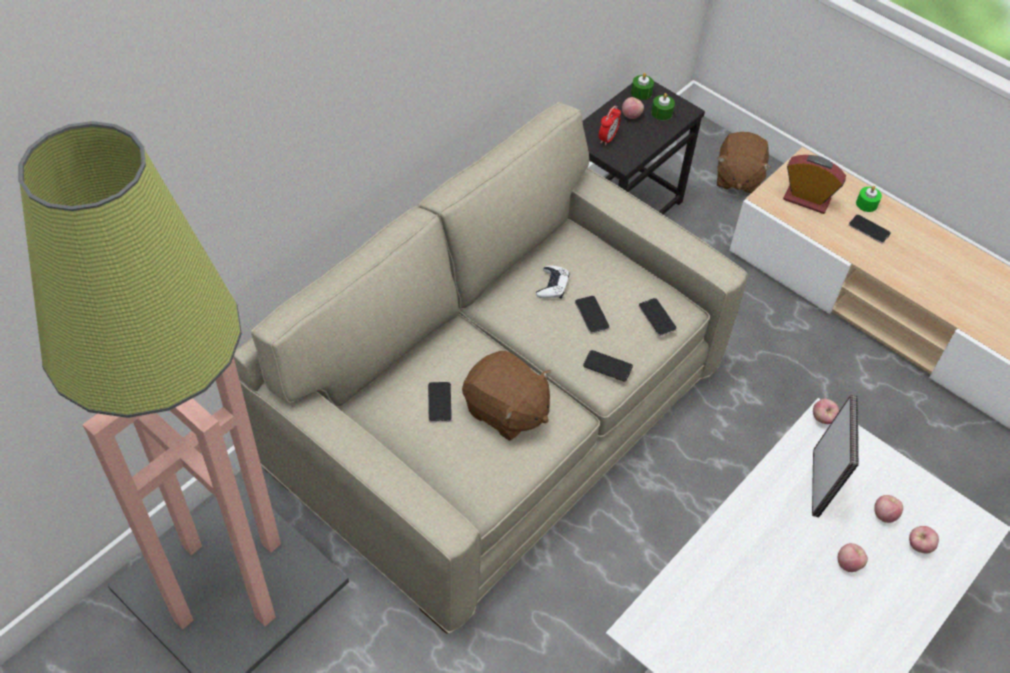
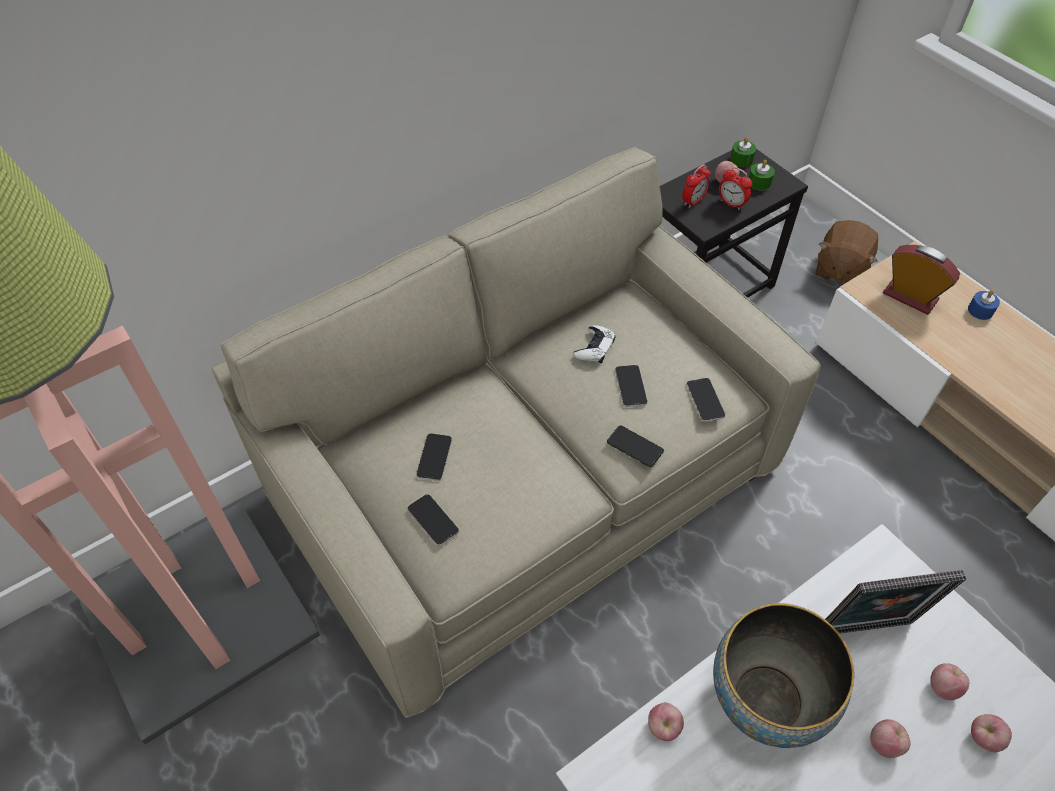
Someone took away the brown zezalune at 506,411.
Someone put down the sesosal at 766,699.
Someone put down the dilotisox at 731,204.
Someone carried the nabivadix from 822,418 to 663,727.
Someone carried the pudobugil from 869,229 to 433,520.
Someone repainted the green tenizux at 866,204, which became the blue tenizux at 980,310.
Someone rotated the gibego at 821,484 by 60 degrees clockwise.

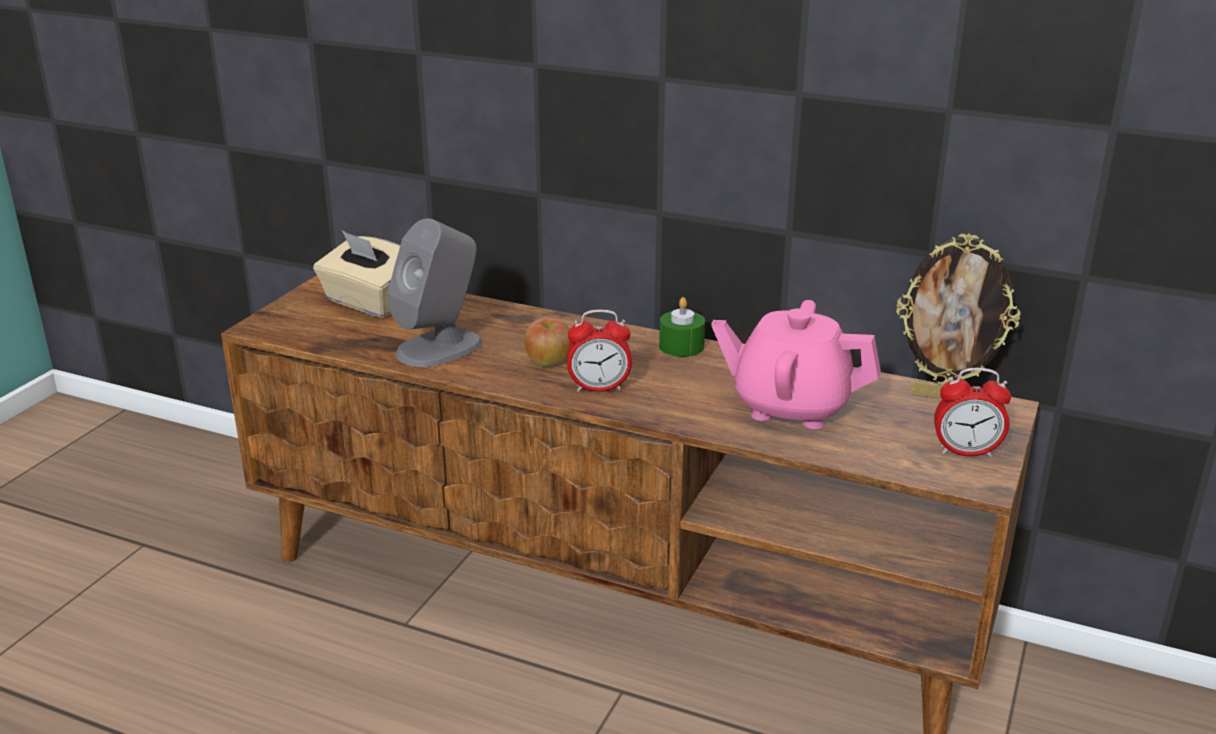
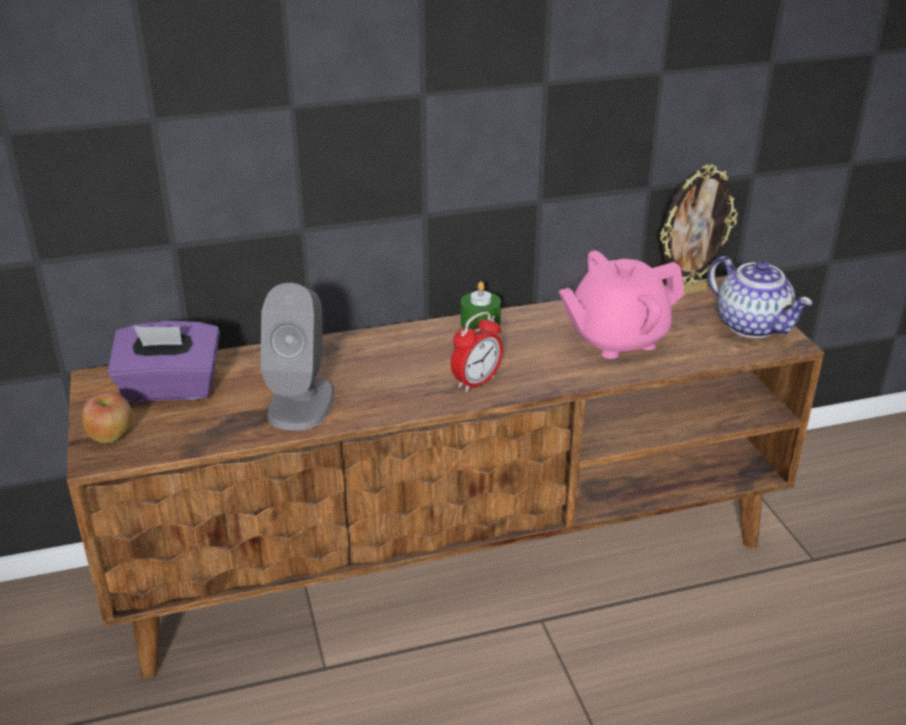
Someone carried the nabivadix from 549,363 to 111,437.
Someone swapped the dilotisox at 966,452 for the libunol at 753,326.
Someone repainted the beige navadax at 370,303, which became the purple navadax at 170,389.

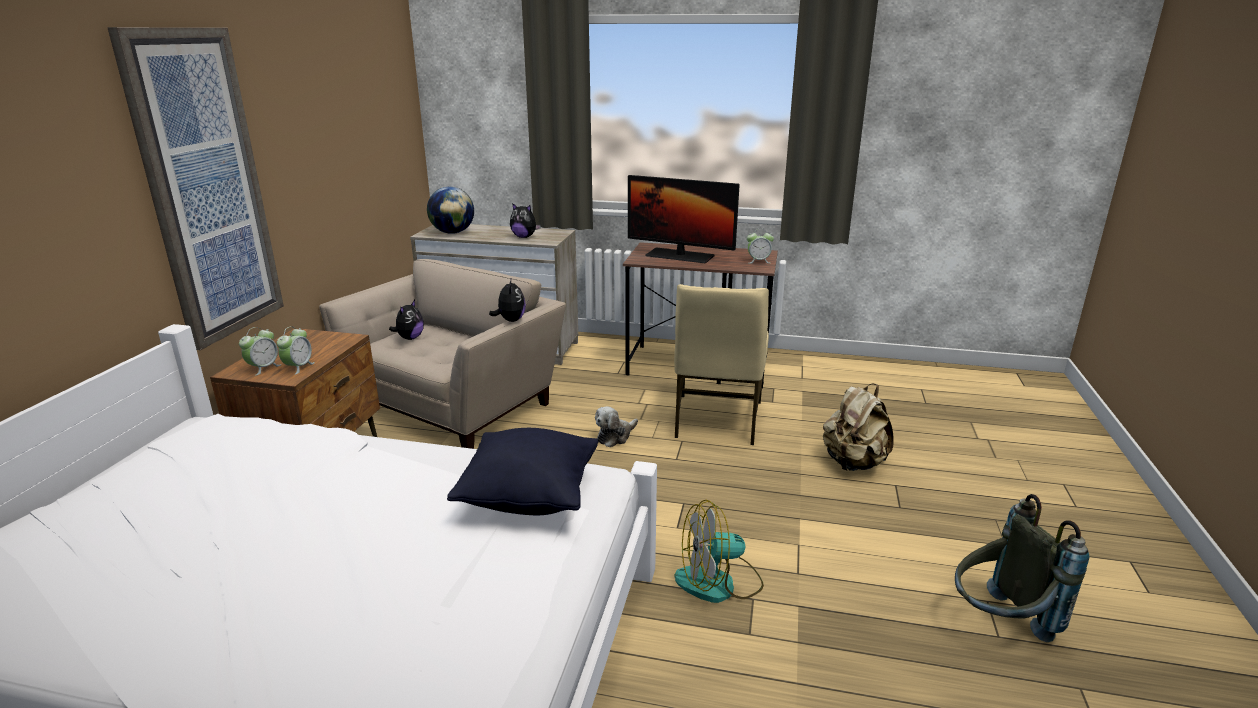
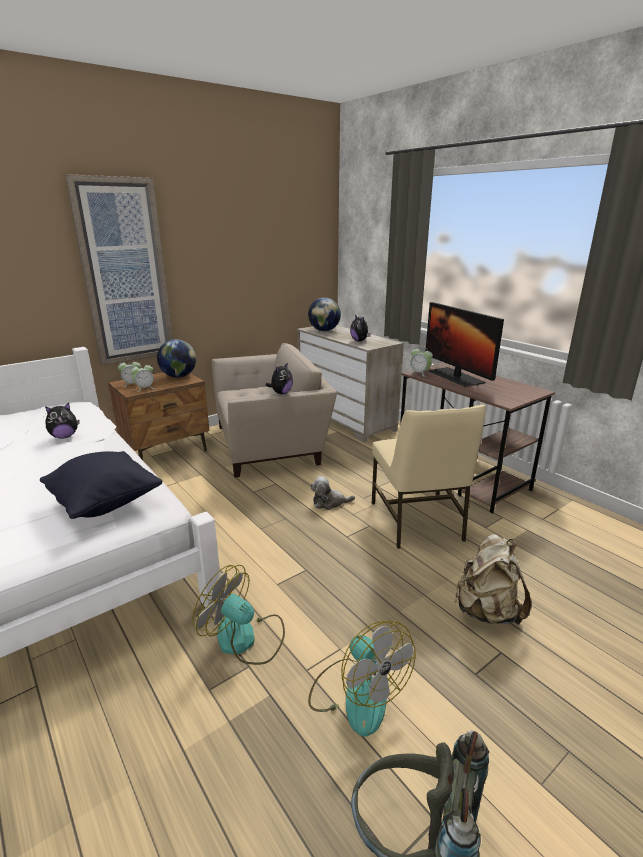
Someone put down the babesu at 179,376.
Someone put down the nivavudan at 357,694.
Someone carried the zezalune from 410,338 to 64,436.
Someone carried the dilotisox from 758,261 to 419,373.
Someone rotated the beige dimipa at 716,420 by 60 degrees counterclockwise.

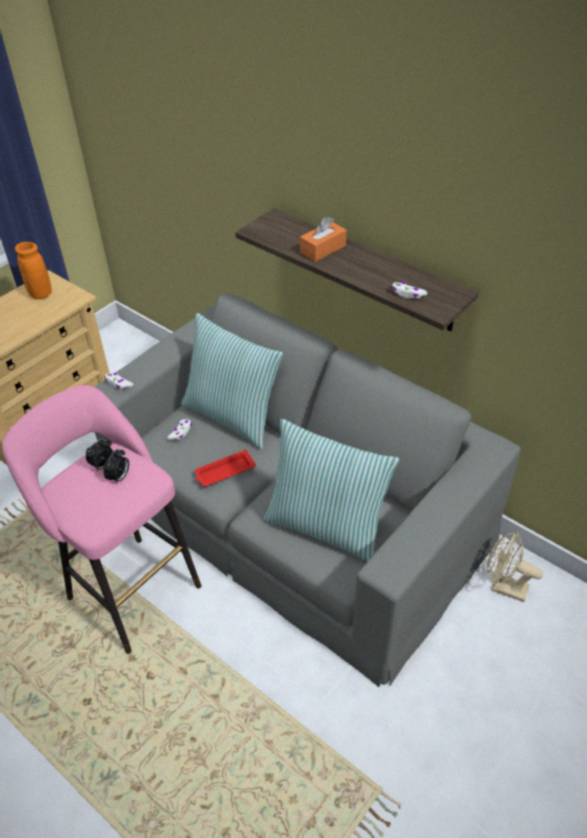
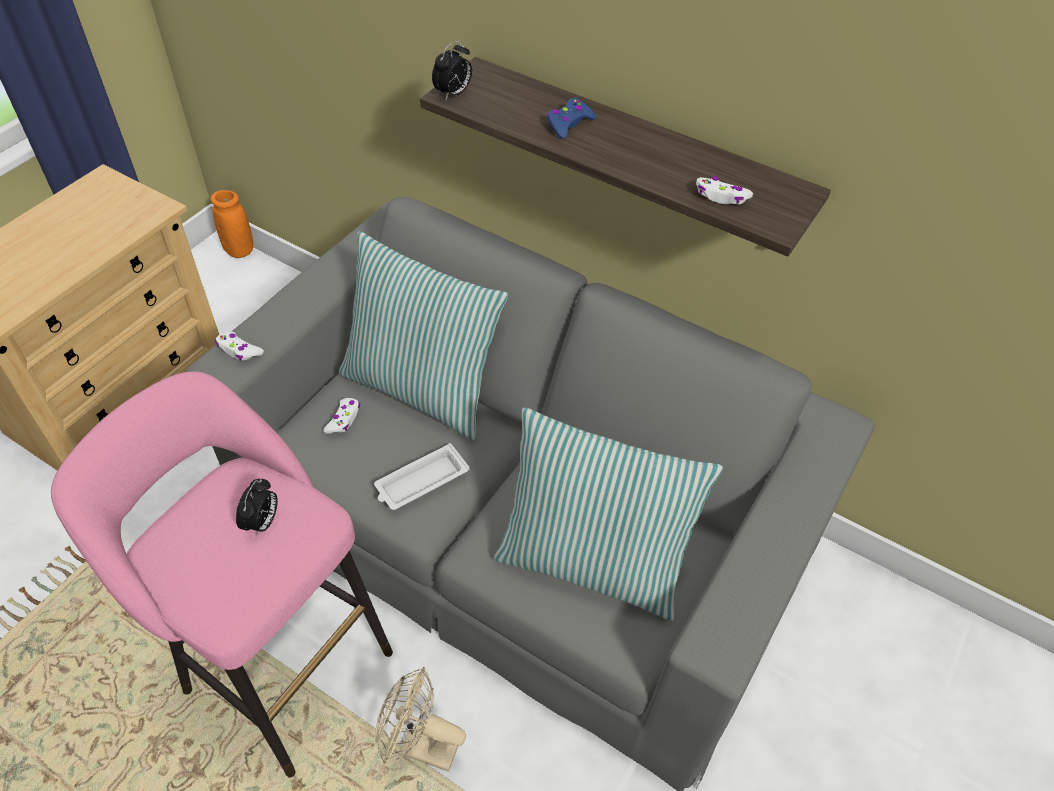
Someone carried the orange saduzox from 40,294 to 239,250.
Someone carried the dilotisox from 103,465 to 453,94.
Someone carried the beige nivavudan from 503,587 to 420,745.
Someone swapped the orange navadax at 323,249 for the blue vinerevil at 568,124.
Someone repainted the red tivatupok at 224,472, which became the white tivatupok at 420,482.

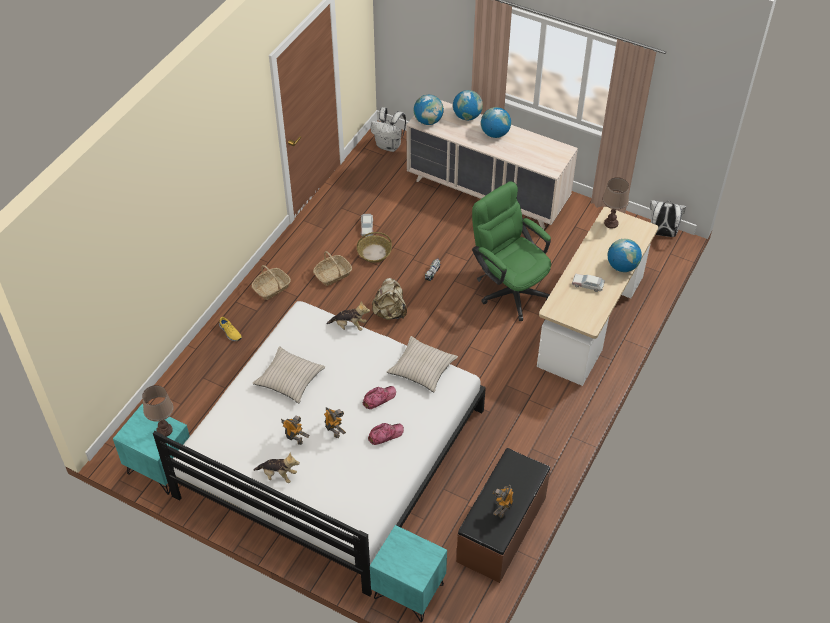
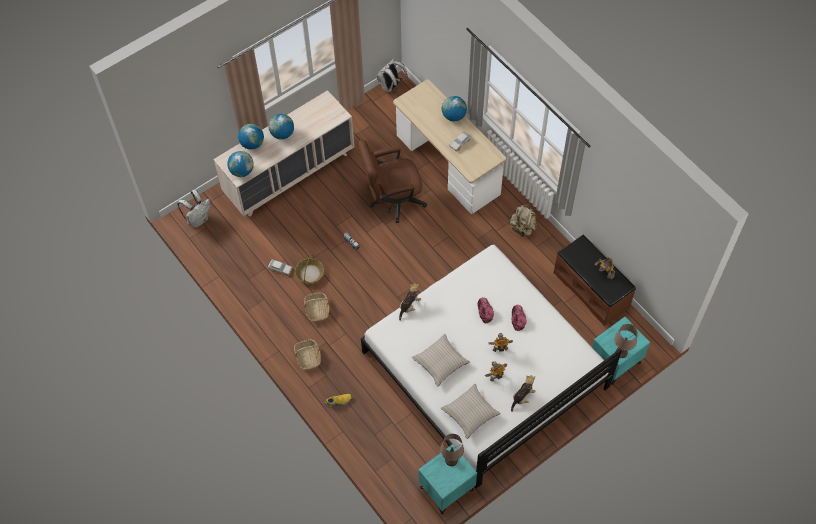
Someone carried the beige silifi from 390,312 to 522,228.
Someone carried the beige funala from 422,368 to 470,413.
Someone carried the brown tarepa from 611,223 to 621,352.
Someone repainted the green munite at 509,288, which became the brown munite at 392,200.

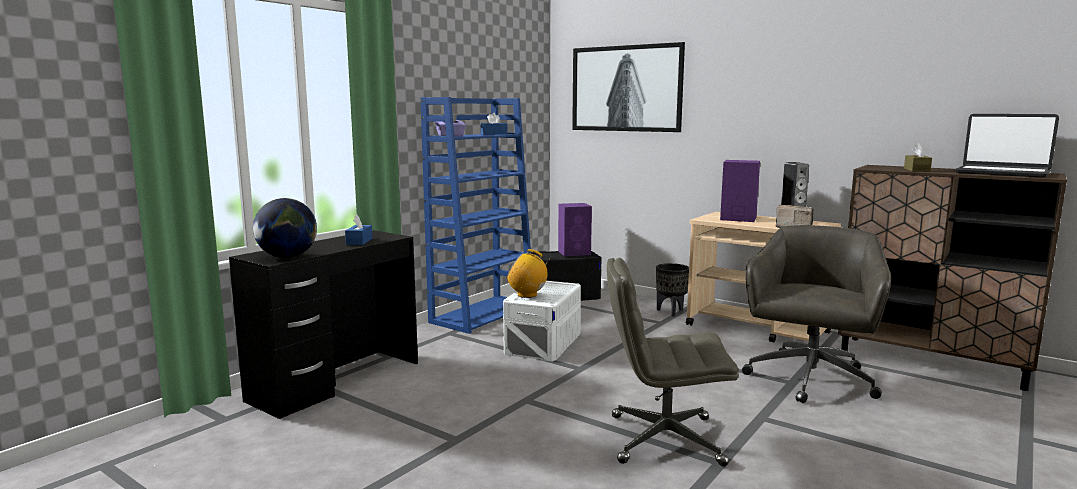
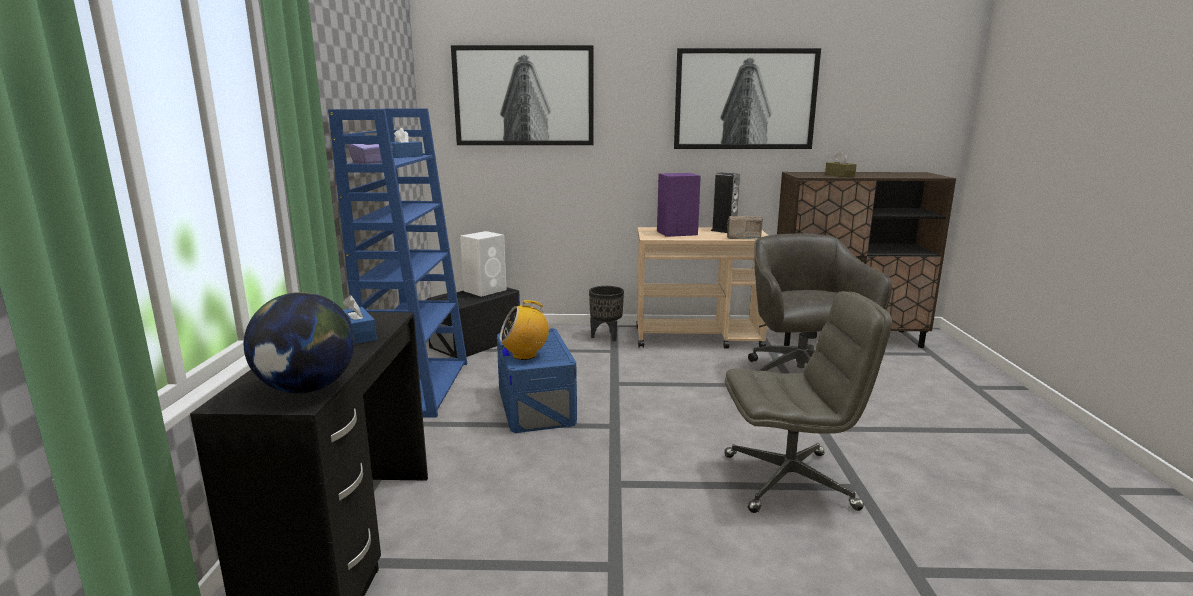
Someone took away the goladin at 1002,173.
Someone put up the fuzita at 745,99.
Someone repainted the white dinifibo at 543,343, which became the blue dinifibo at 536,405.
Someone repainted the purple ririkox at 575,253, which became the white ririkox at 485,290.
Someone rotated the grey munite at 663,440 by 150 degrees counterclockwise.

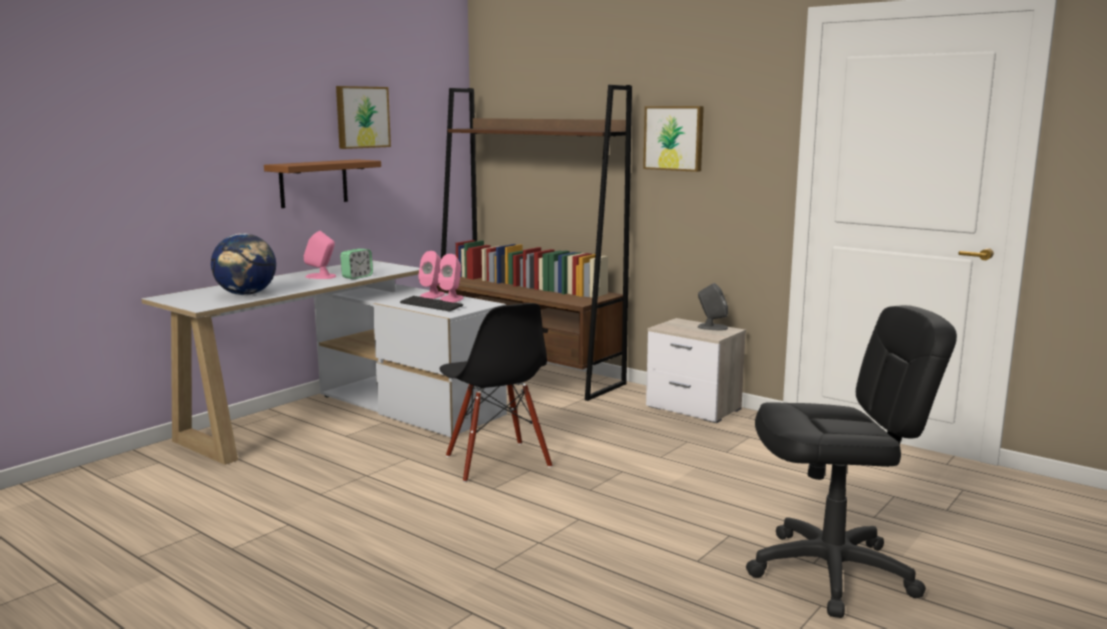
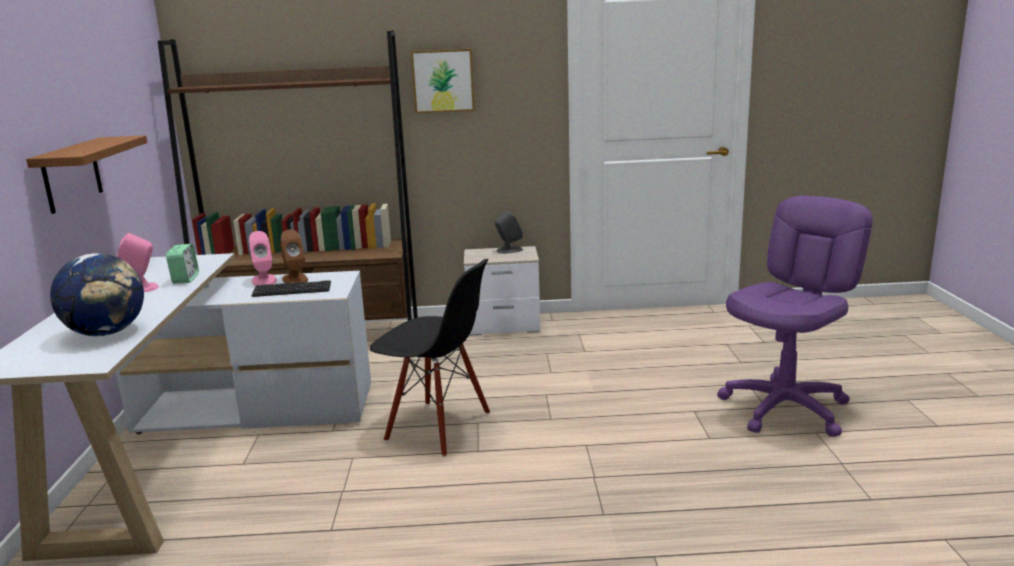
Someone took away the fuzita at 361,117.
Someone repainted the pink ririkox at 451,299, which became the brown ririkox at 295,279.
Someone repainted the black munite at 832,573, which became the purple munite at 785,409.

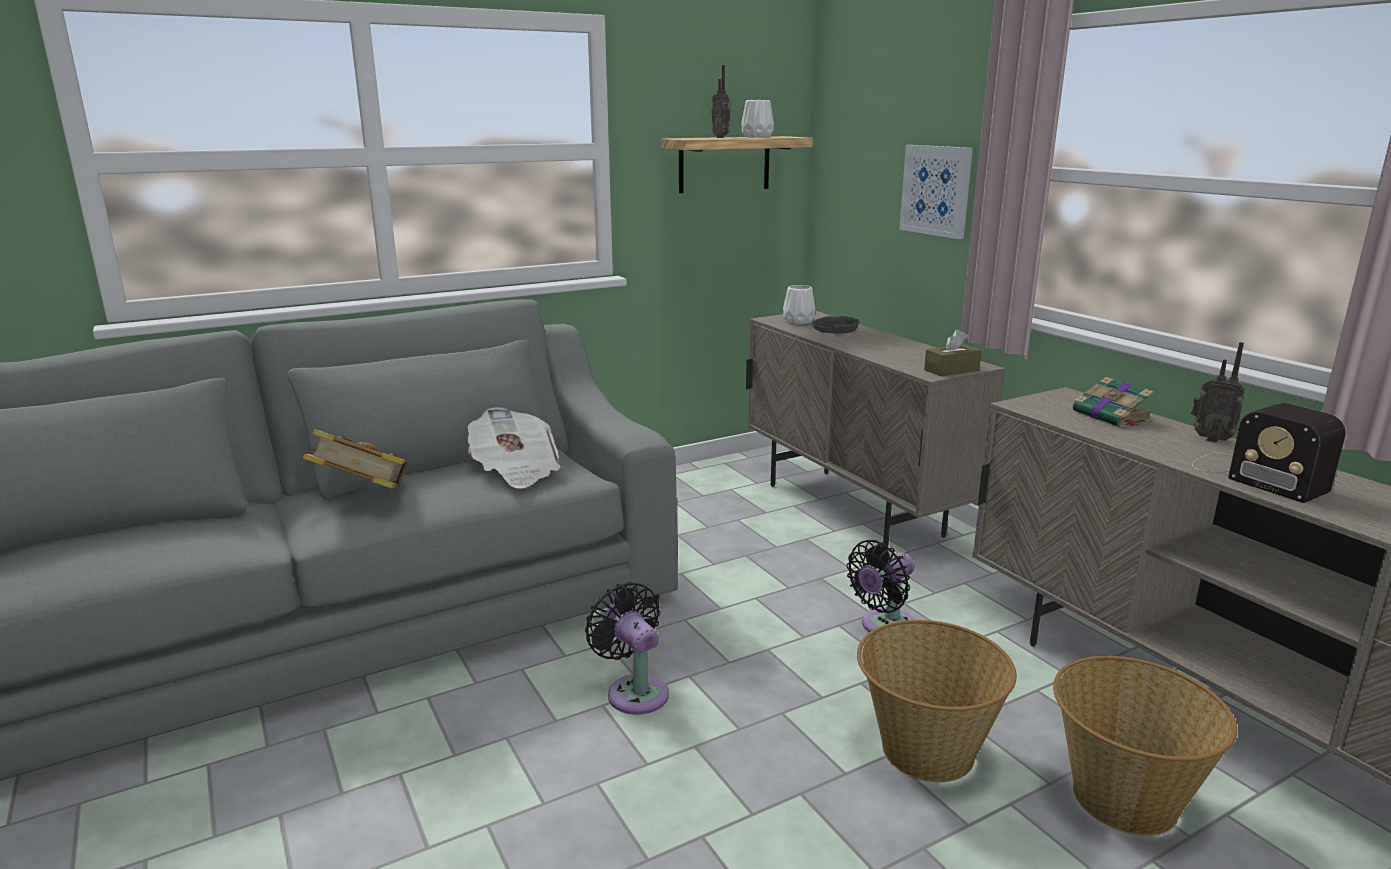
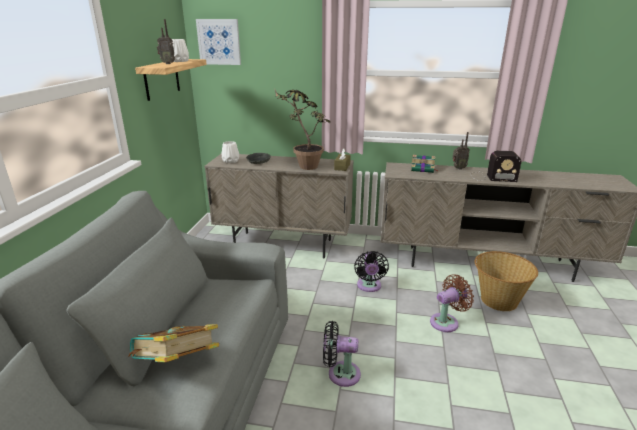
Someone took away the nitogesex at 515,471.
Someone put down the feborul at 303,165.
Someone carried the fuzita from 936,190 to 219,42.
Someone swapped the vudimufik at 925,750 for the brown nivavudan at 446,322.

